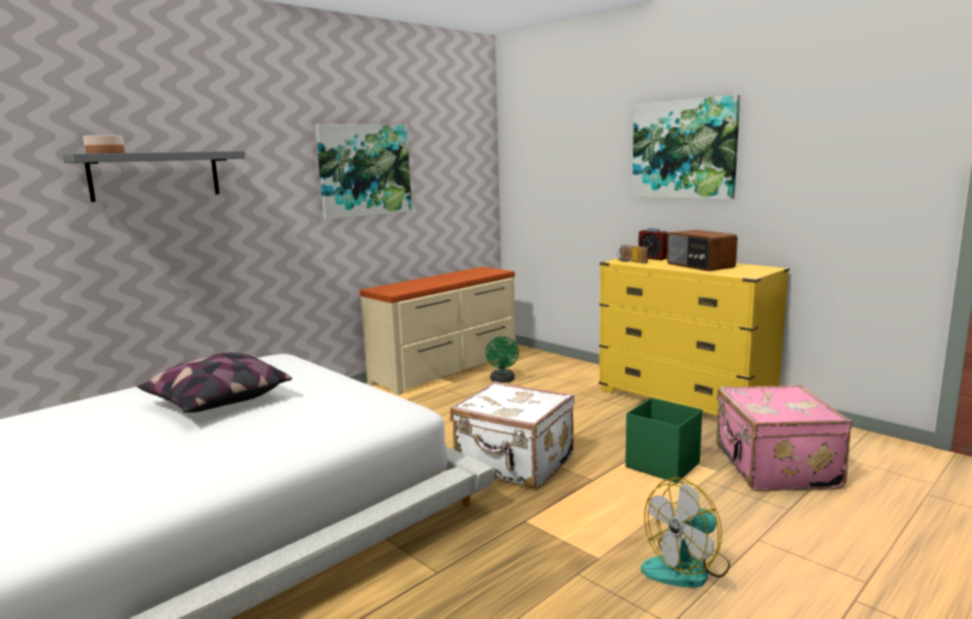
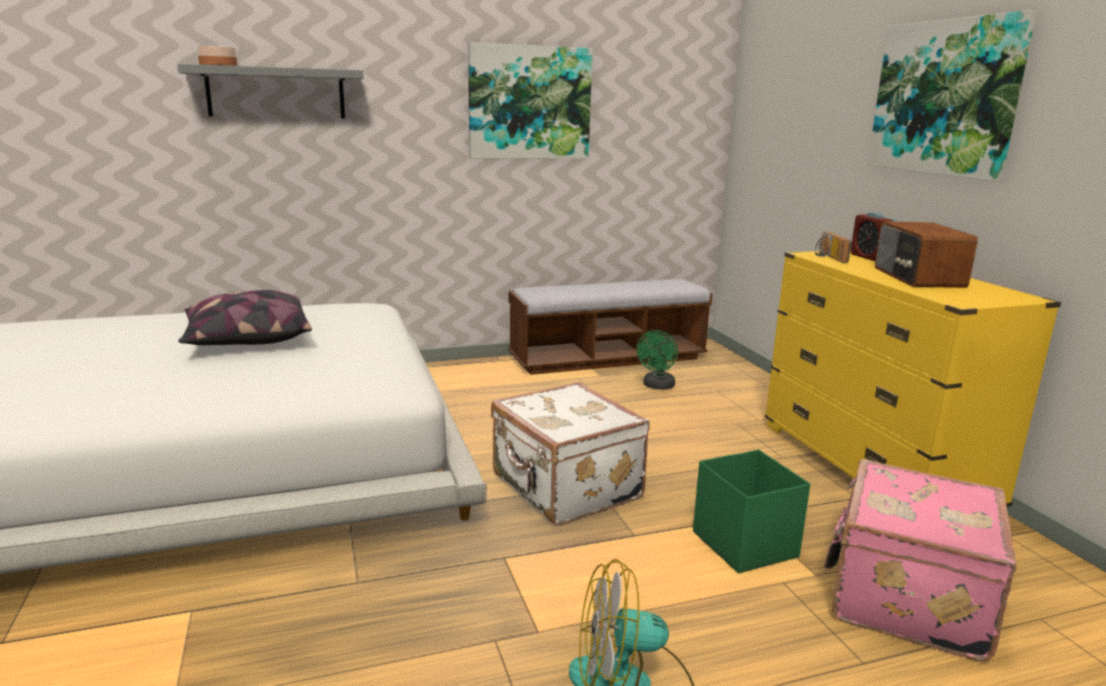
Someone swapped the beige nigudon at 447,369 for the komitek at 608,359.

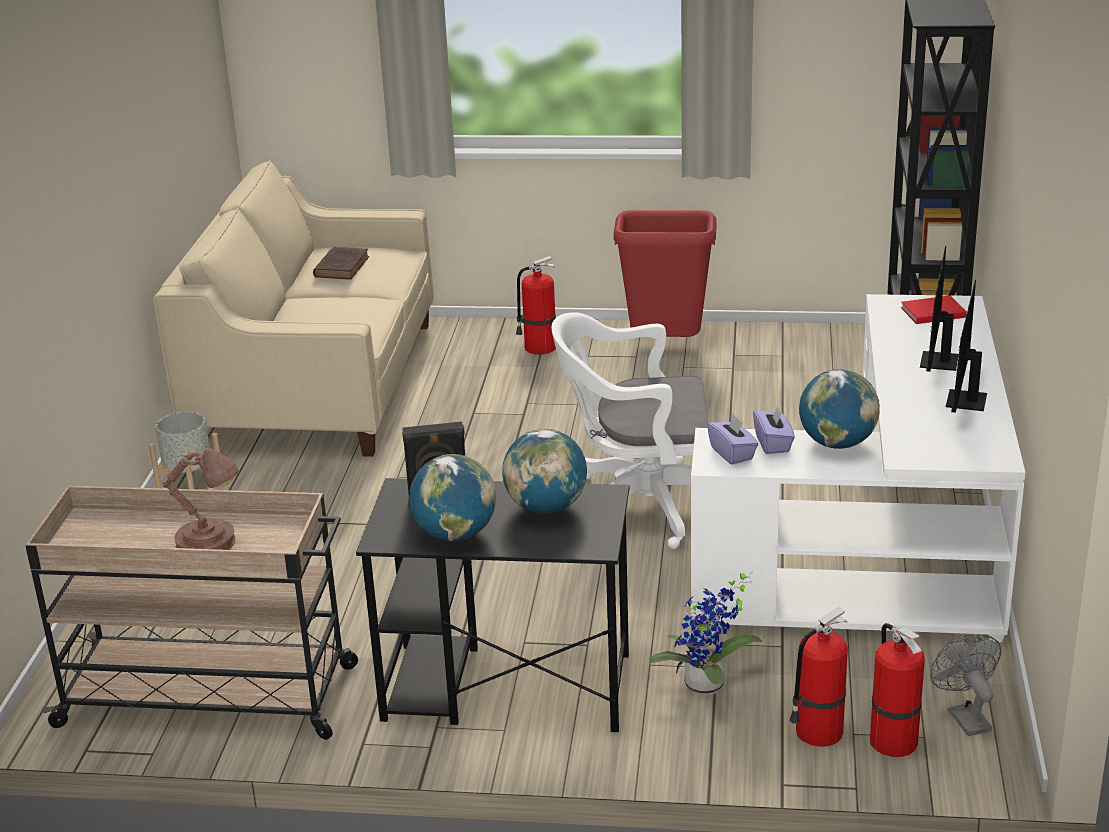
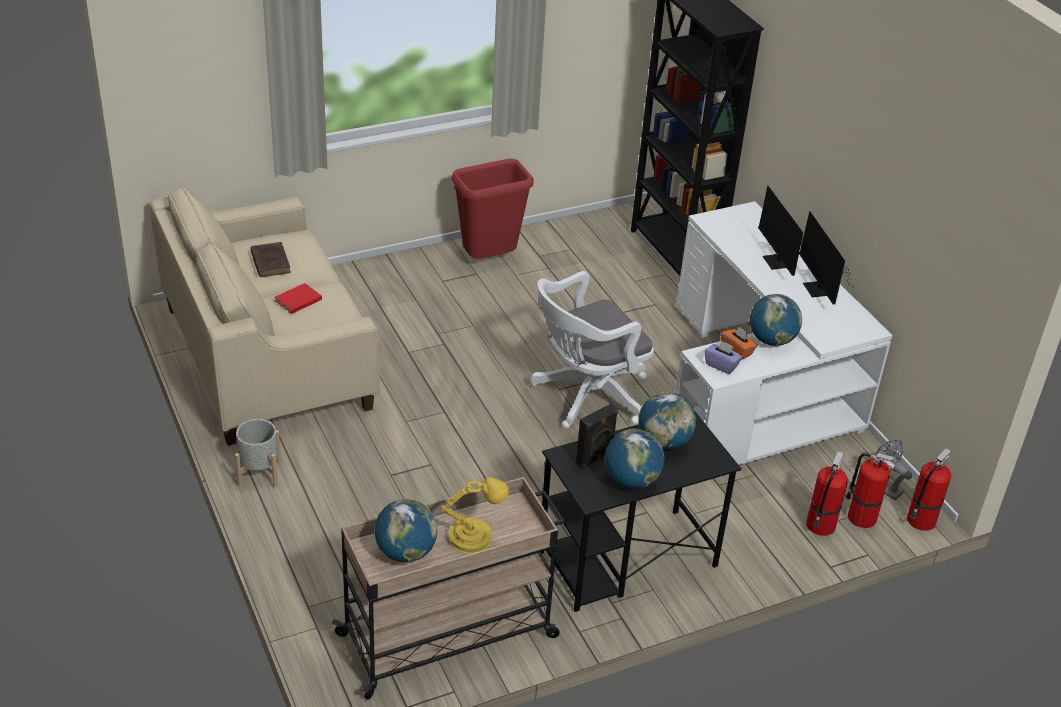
Someone took away the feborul at 707,688.
Someone put down the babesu at 406,552.
Someone carried the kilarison from 538,347 to 920,521.
Someone carried the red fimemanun from 931,312 to 297,300.
Someone repainted the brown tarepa at 210,543, which became the yellow tarepa at 474,538.
Someone repainted the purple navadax at 773,444, which became the orange navadax at 737,351.

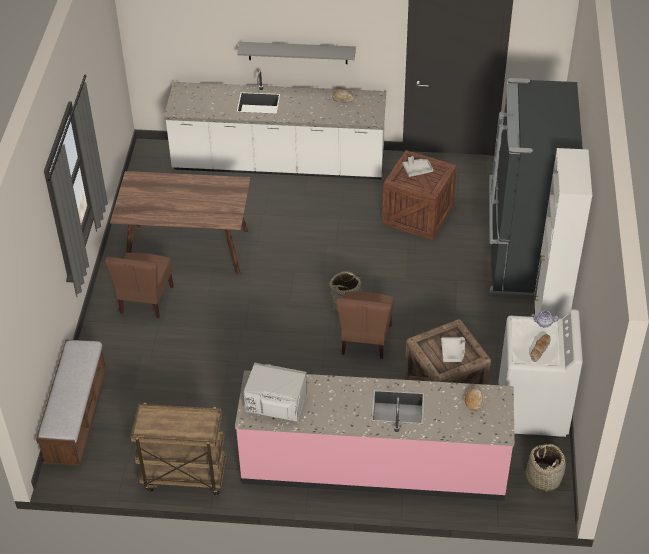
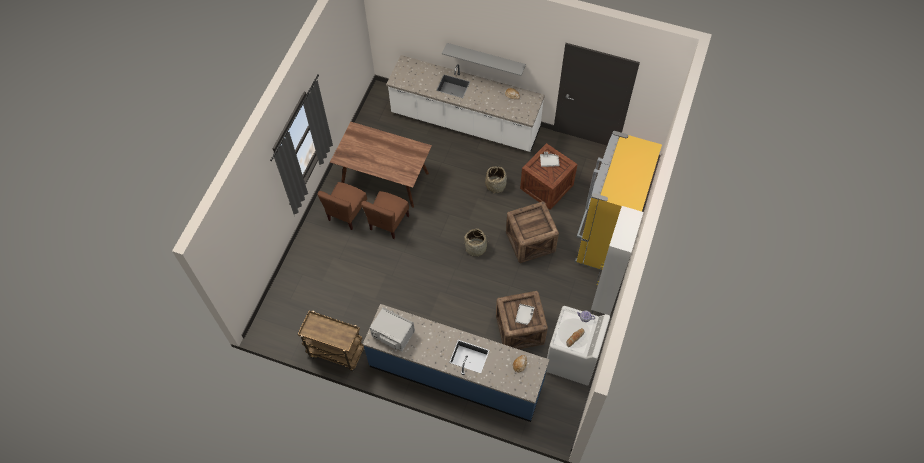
Someone took away the komitek at 76,416.
Someone put down the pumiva at 531,242.
Someone carried the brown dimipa from 365,340 to 388,223.
Someone carried the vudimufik from 543,477 to 495,185.
Someone repainted the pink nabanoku at 374,464, which became the blue nabanoku at 456,374.
Someone repainted the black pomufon at 521,258, which became the yellow pomufon at 605,239.

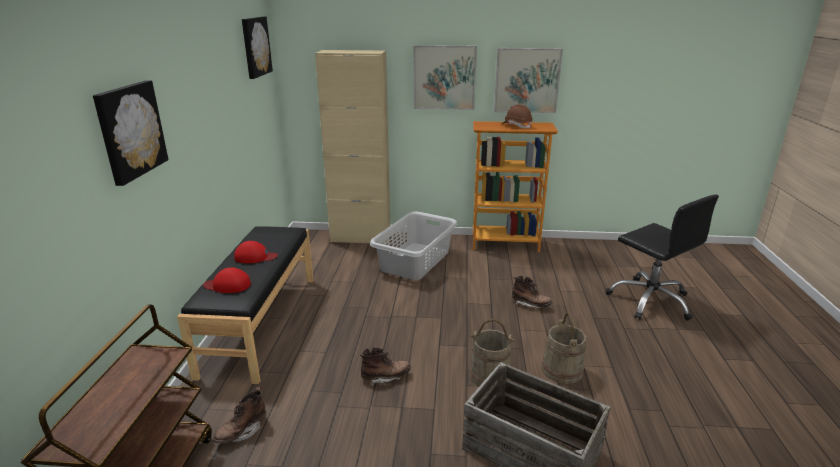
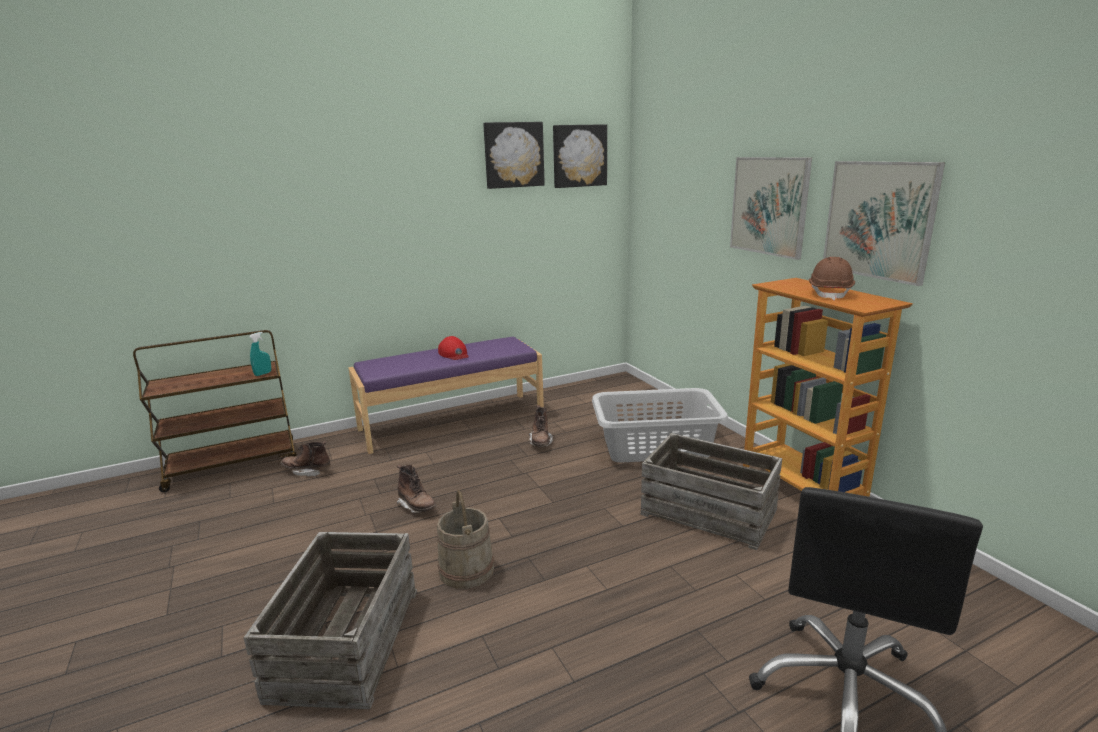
Someone took away the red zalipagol at 228,285.
Someone took away the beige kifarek at 360,238.
Someone took away the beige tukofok at 561,370.
Someone put down the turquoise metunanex at 263,374.
Someone put down the pumiva at 709,511.
Someone carried the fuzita from 130,131 to 513,155.
Someone carried the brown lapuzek from 530,304 to 540,442.
Someone repainted the black komitek at 260,323, which became the purple komitek at 451,421.

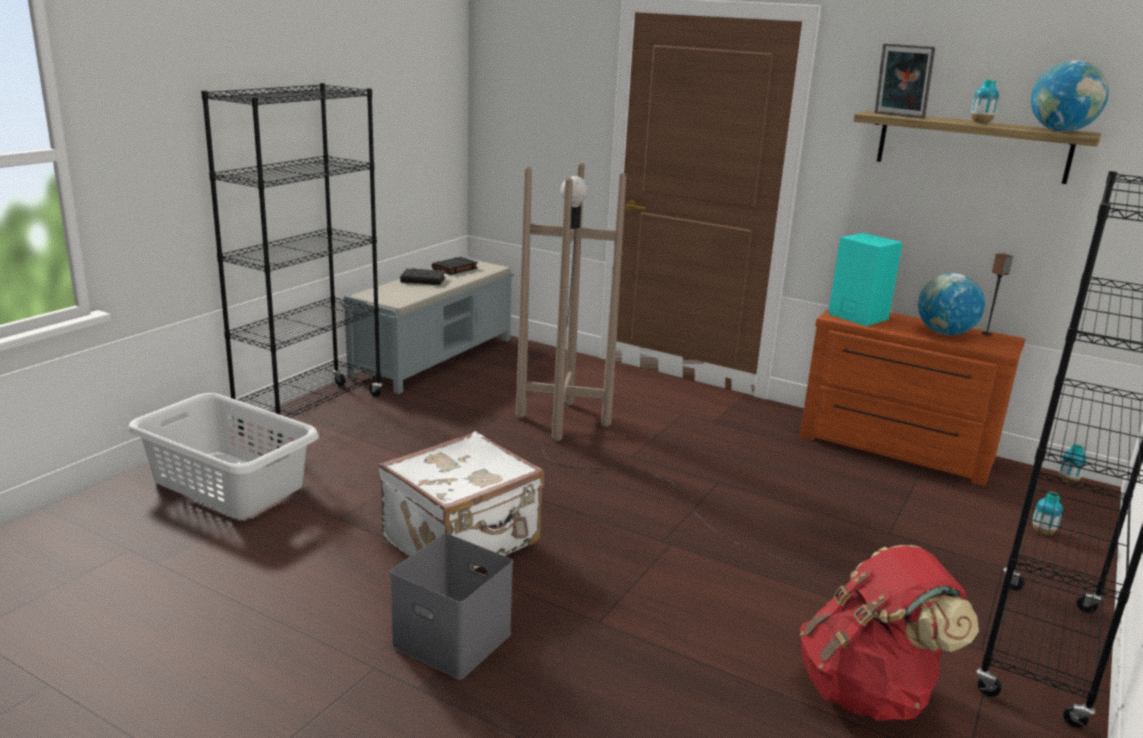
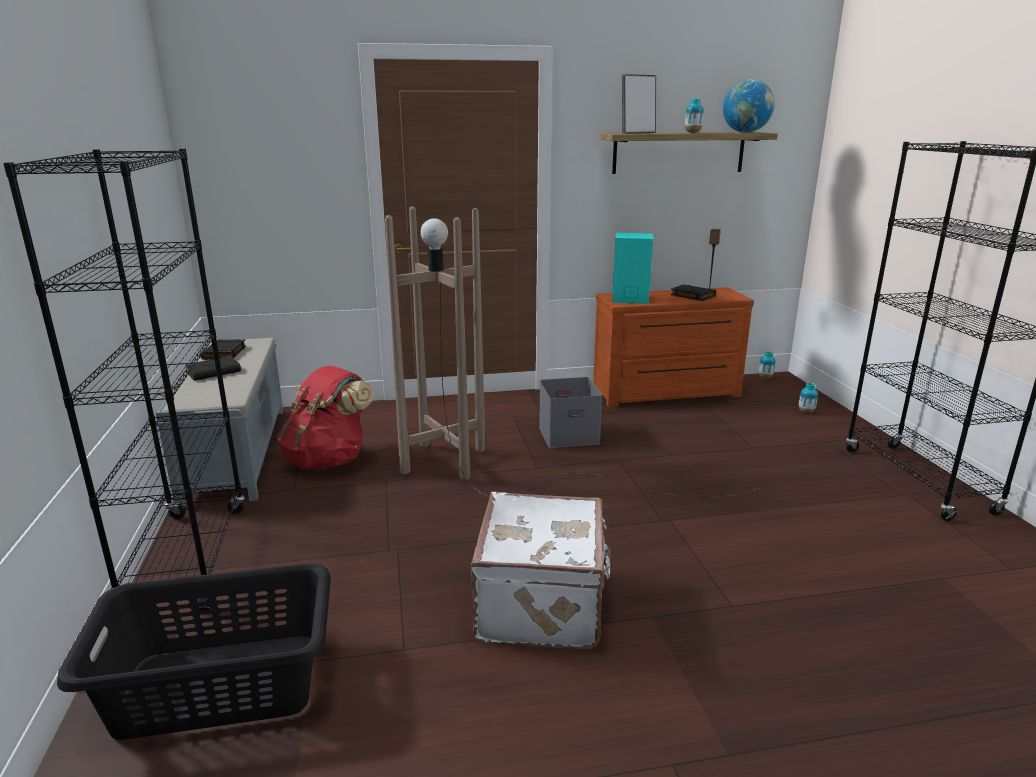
Someone carried the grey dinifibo from 455,639 to 569,434.
Someone carried the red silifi from 869,691 to 329,460.
Someone swapped the babesu at 944,333 for the black fimemanun at 692,295.
Someone repainted the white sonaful at 229,483, which became the black sonaful at 219,683.
Someone rotated the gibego at 898,115 by 150 degrees clockwise.

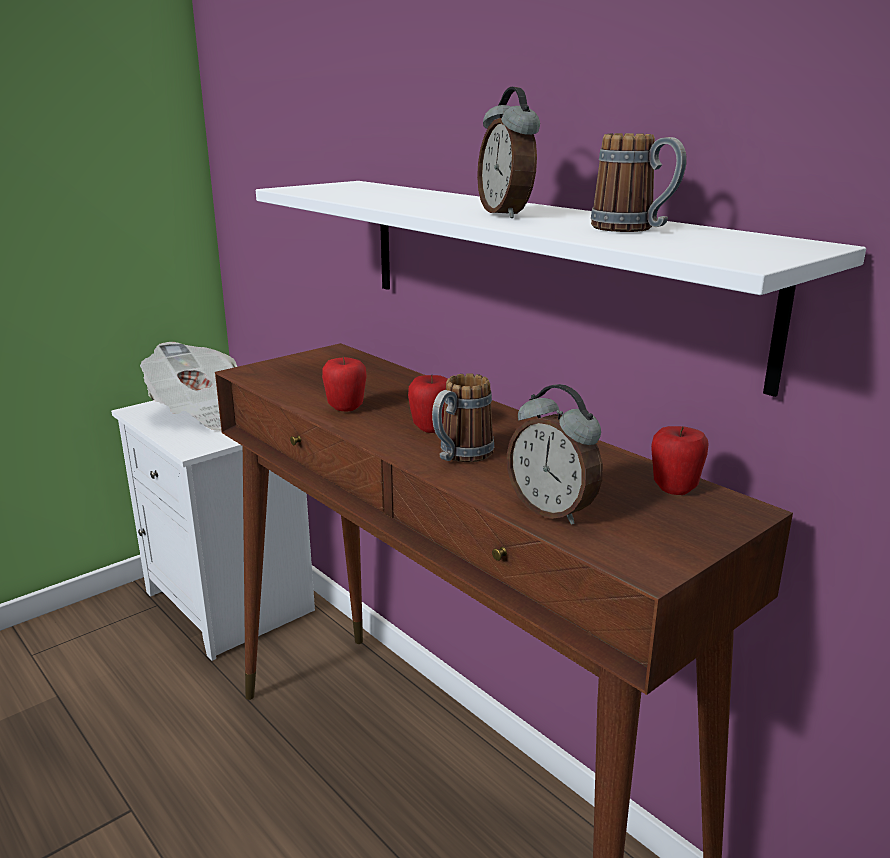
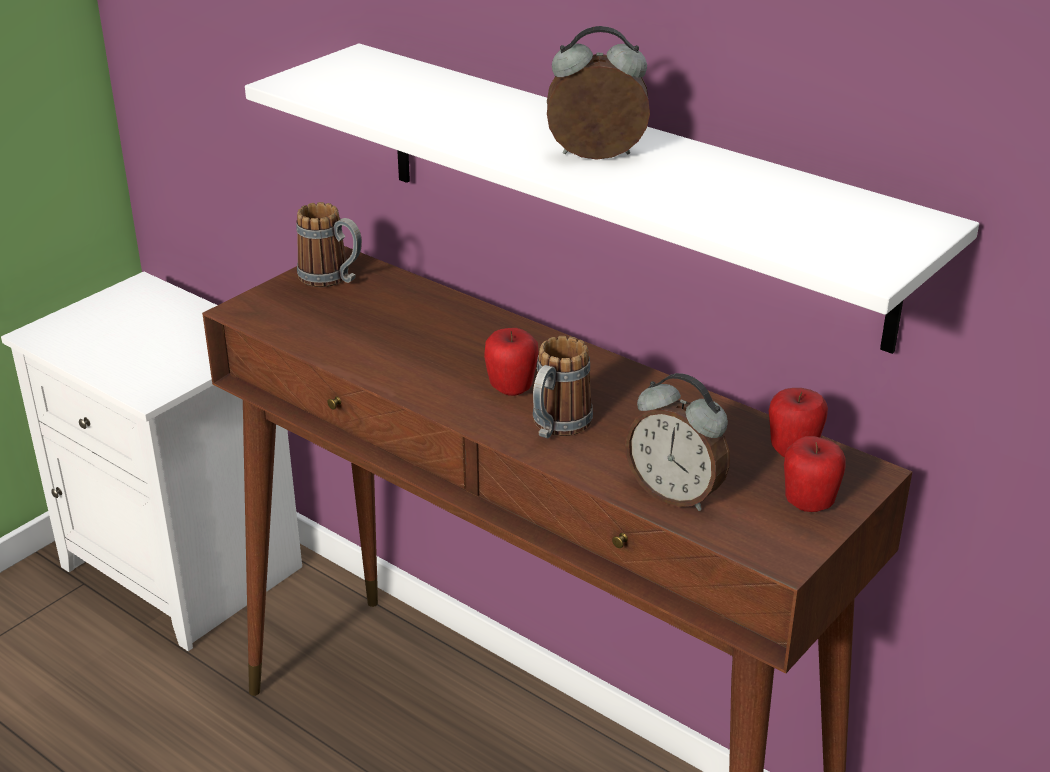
Someone took away the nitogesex at 203,412.
Someone carried the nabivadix from 346,409 to 809,504.
Someone carried the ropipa from 634,229 to 332,279.
Someone rotated the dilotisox at 507,214 by 120 degrees clockwise.

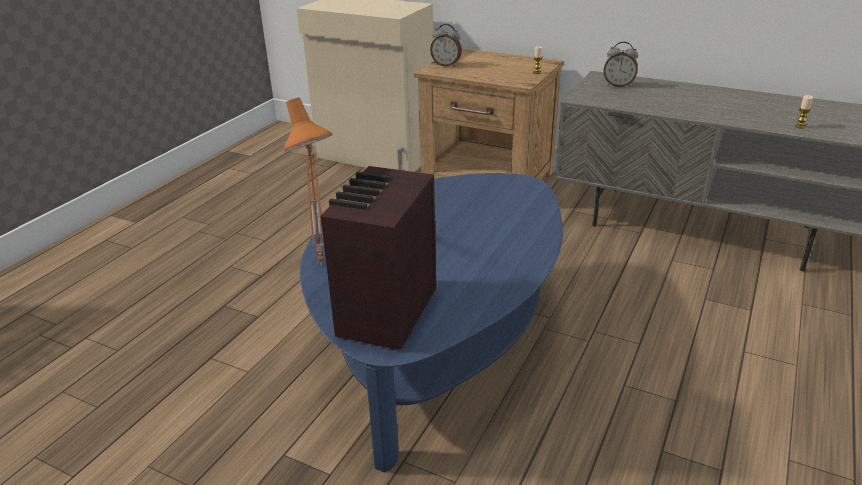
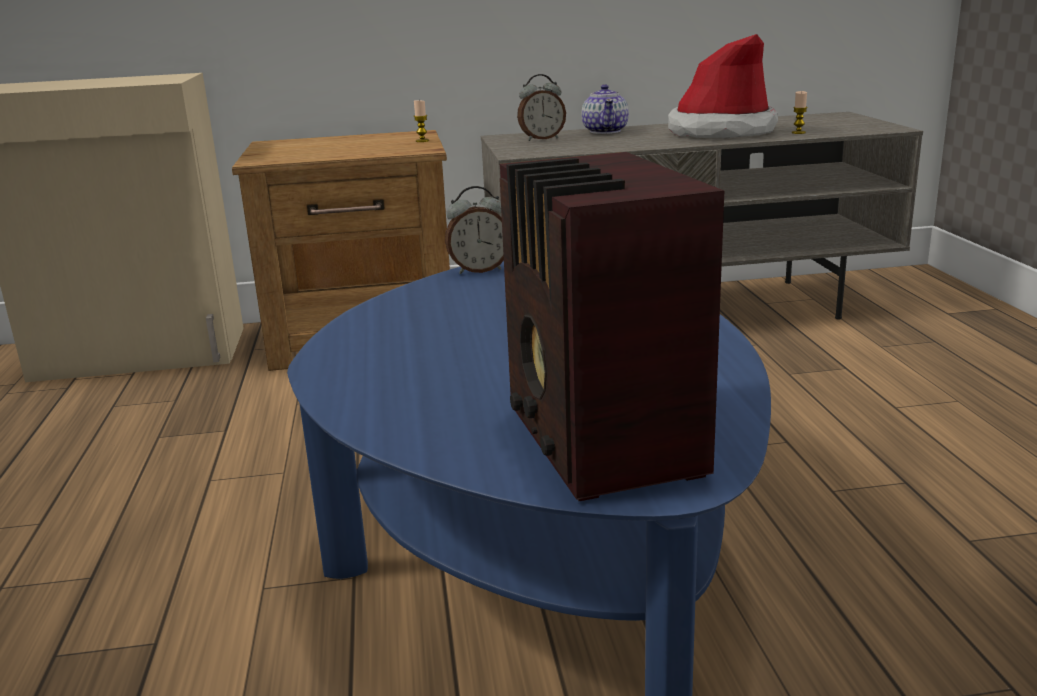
Someone took away the orange tarepa at 324,264.
Someone put down the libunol at 605,131.
Someone put down the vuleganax at 721,132.
Someone carried the dilotisox from 446,65 to 479,270.

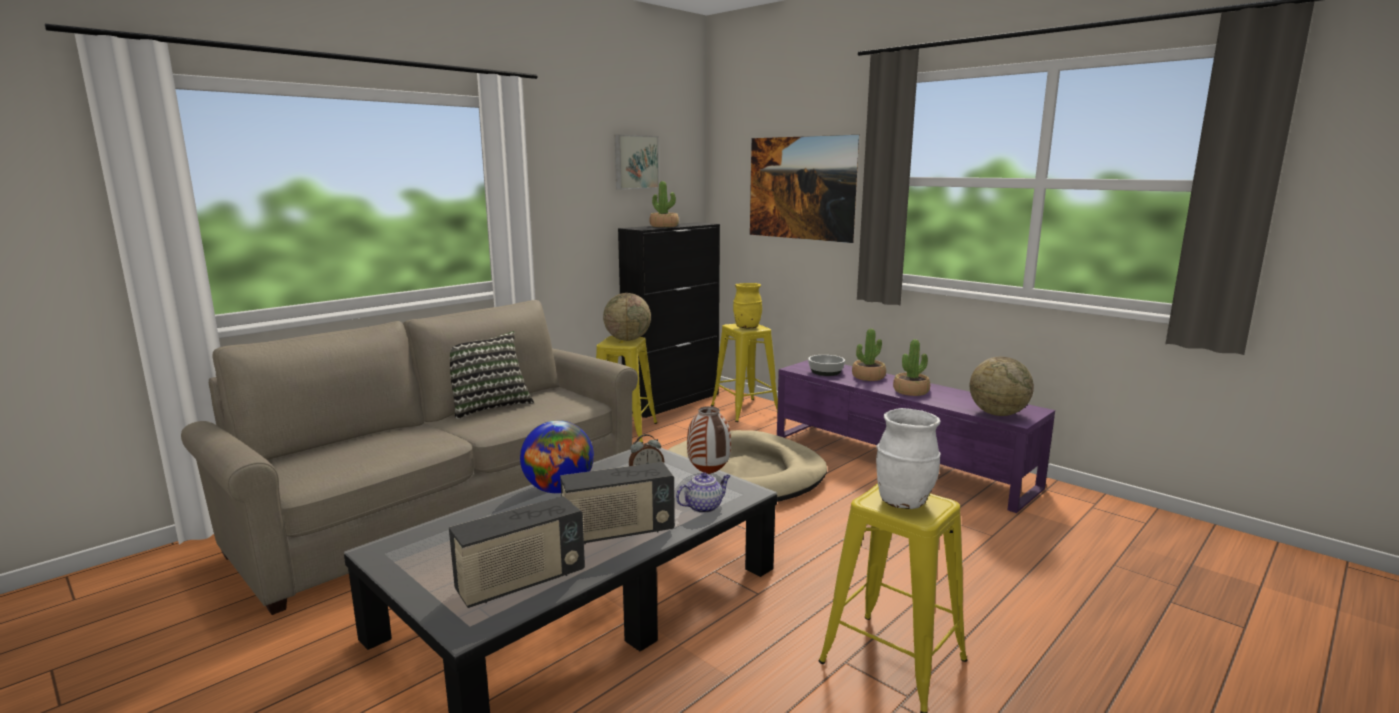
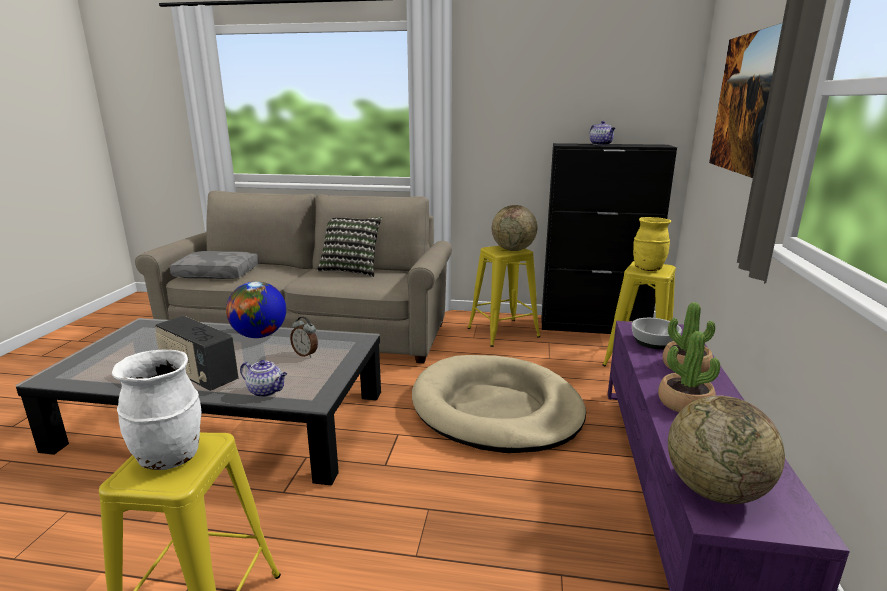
Someone took away the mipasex at 521,582.
Someone took away the fuzita at 635,162.
Someone took away the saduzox at 708,474.
Someone put down the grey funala at 218,273.
Someone swapped the feborul at 664,226 for the libunol at 601,144.

